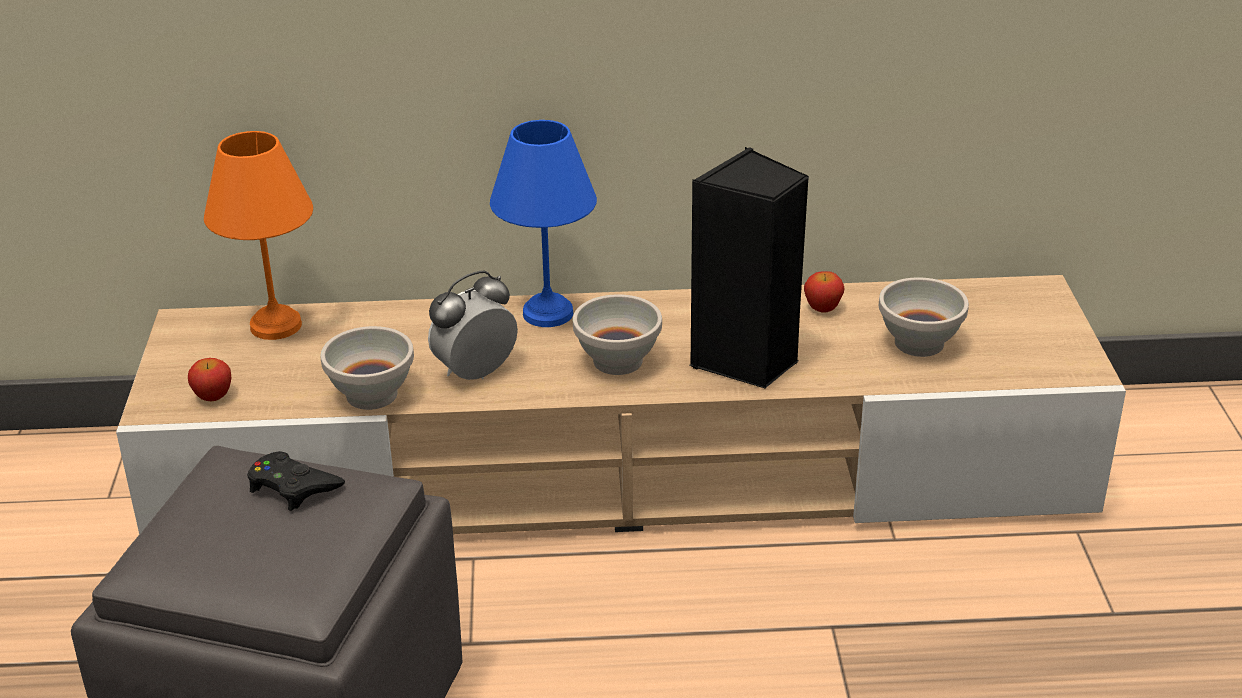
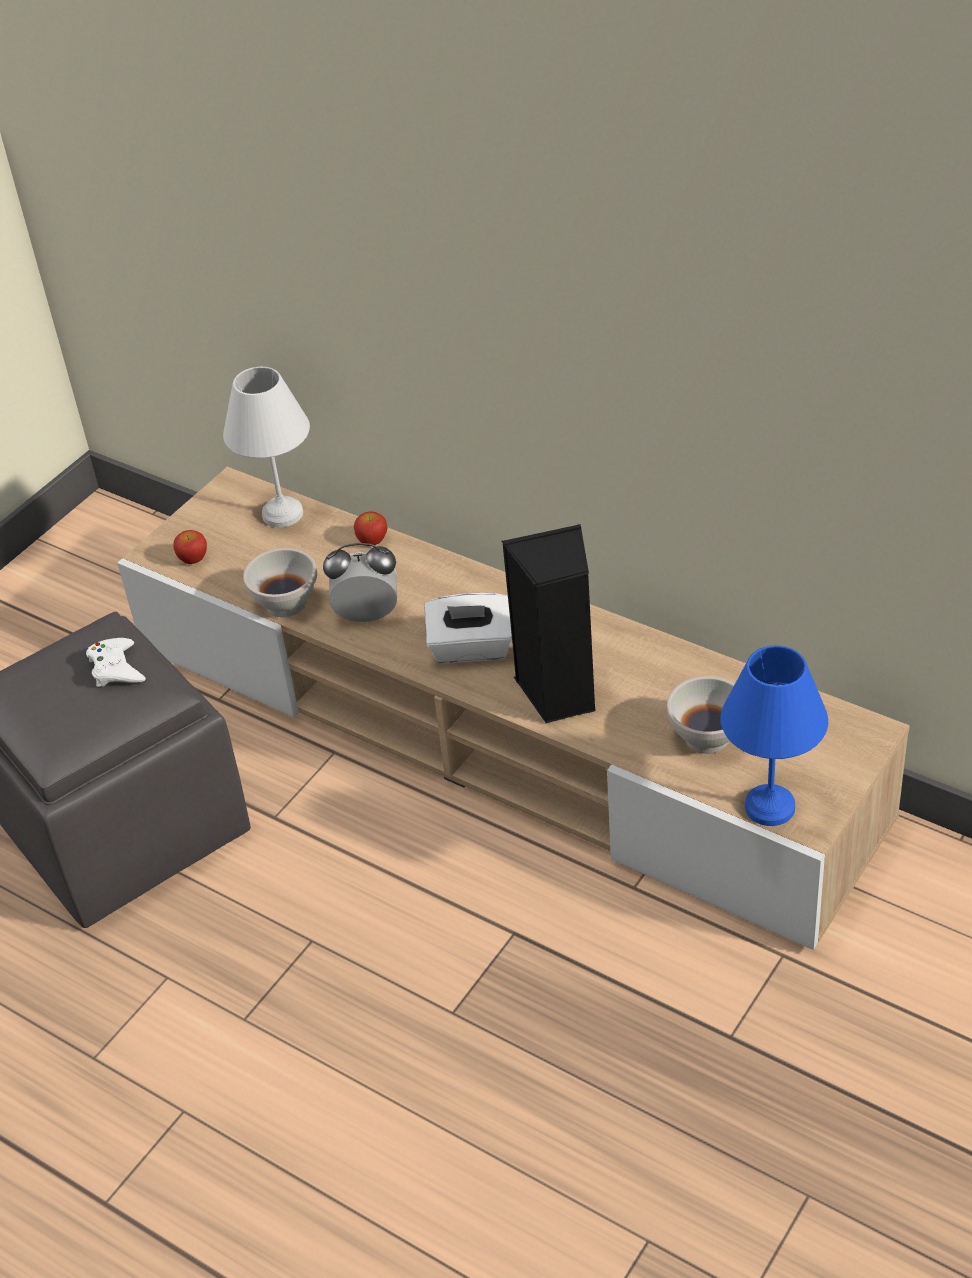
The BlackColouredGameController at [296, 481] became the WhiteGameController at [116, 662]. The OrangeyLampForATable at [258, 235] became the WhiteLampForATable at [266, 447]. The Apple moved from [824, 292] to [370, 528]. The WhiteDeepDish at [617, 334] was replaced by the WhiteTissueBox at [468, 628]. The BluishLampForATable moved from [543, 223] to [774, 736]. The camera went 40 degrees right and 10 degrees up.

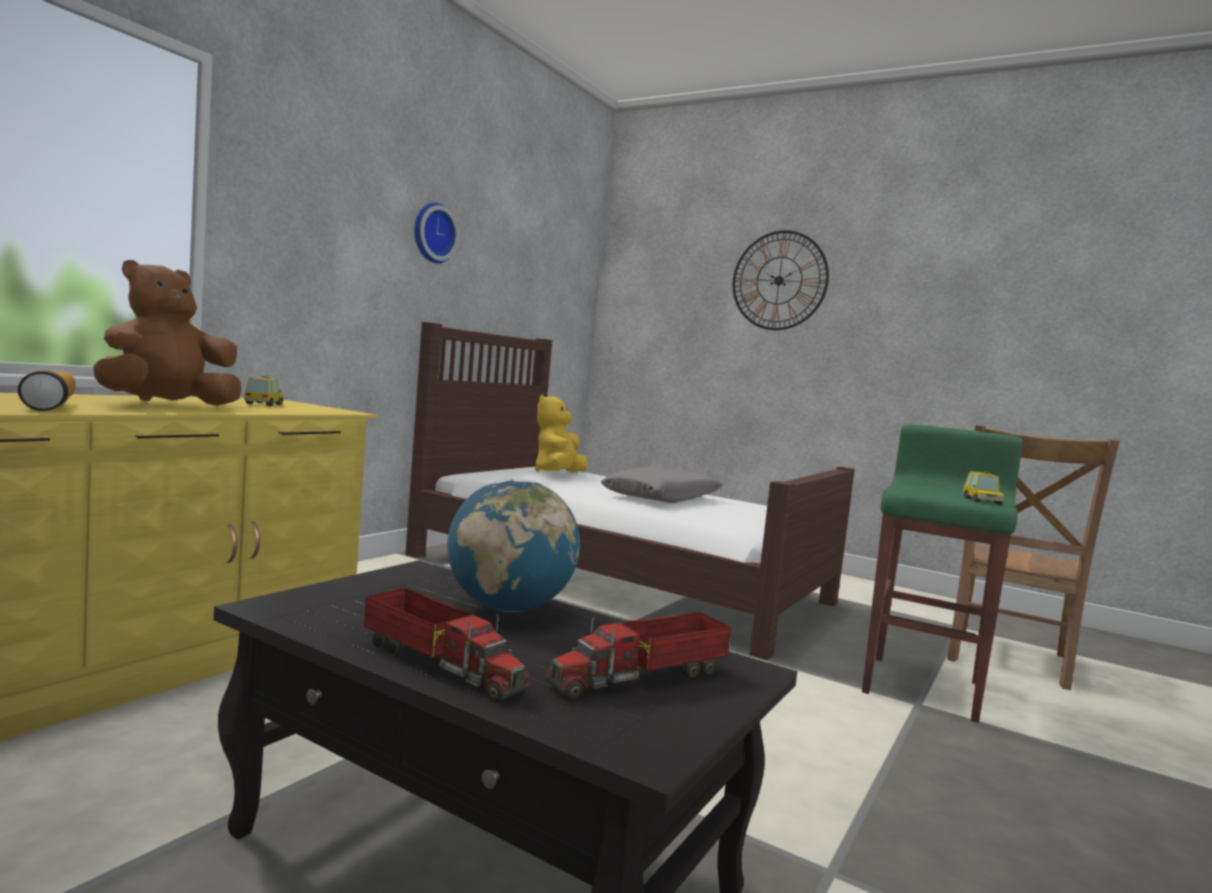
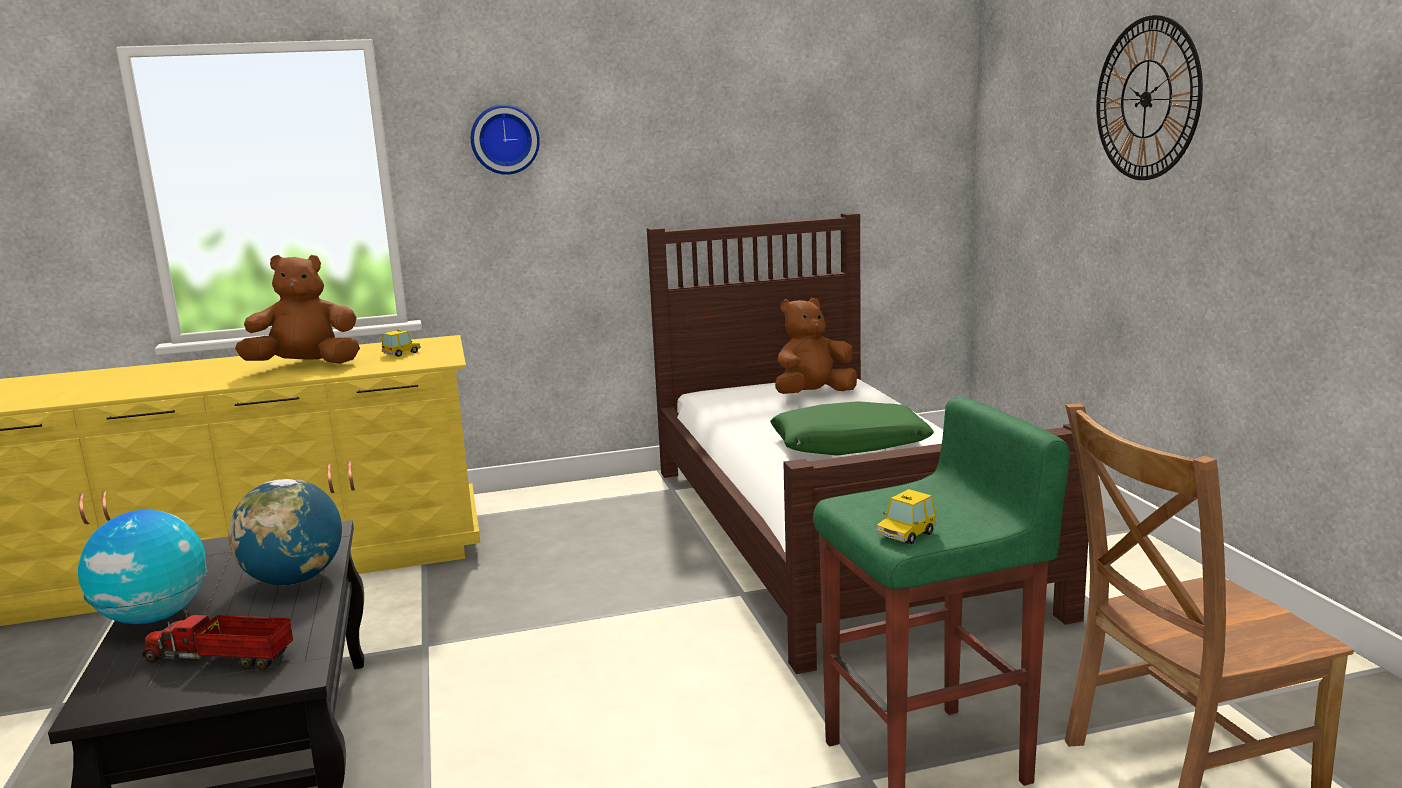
The ToyLorry at [447, 645] was replaced by the DeskGlobe at [142, 567]. The HangingClock moved from [436, 232] to [505, 140]. The GreyishCushion at [662, 485] became the GreenCushion at [852, 428]. The YellowSoftToy at [561, 433] became the BrownColouredSoftToy at [816, 346]. The HandTorch at [46, 390] disappeared. The camera went 45 degrees right and 10 degrees up.

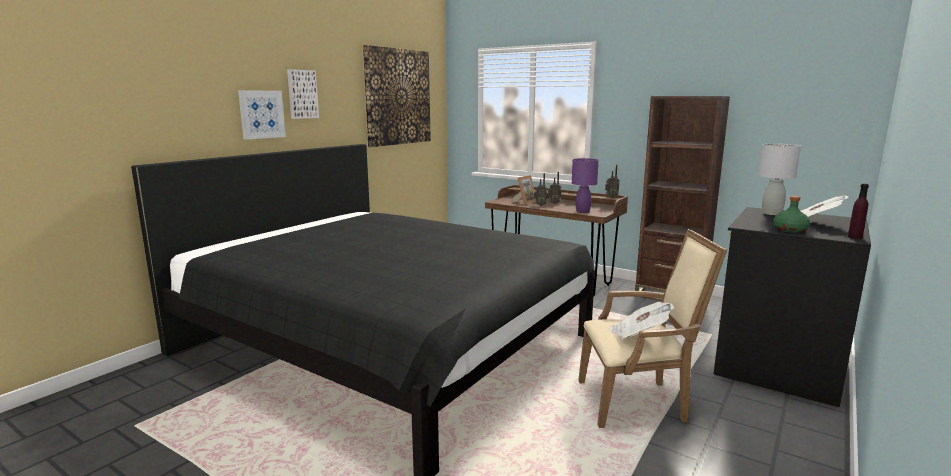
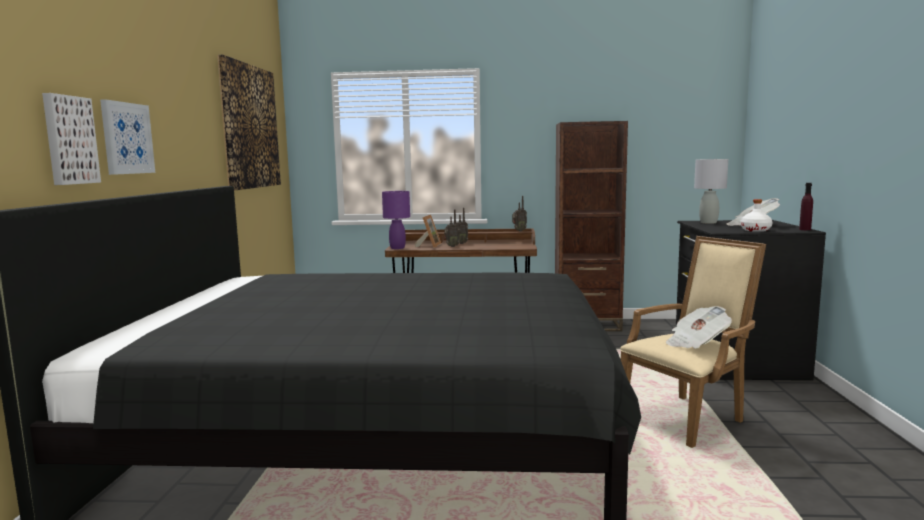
The WallPicture moved from [303, 94] to [71, 139]. The PurpleLampForATable moved from [585, 185] to [396, 220]. The GreenBeverageBottle at [791, 214] became the WhiteBeverageBottle at [756, 215]. The camera went 30 degrees left and 5 degrees down.

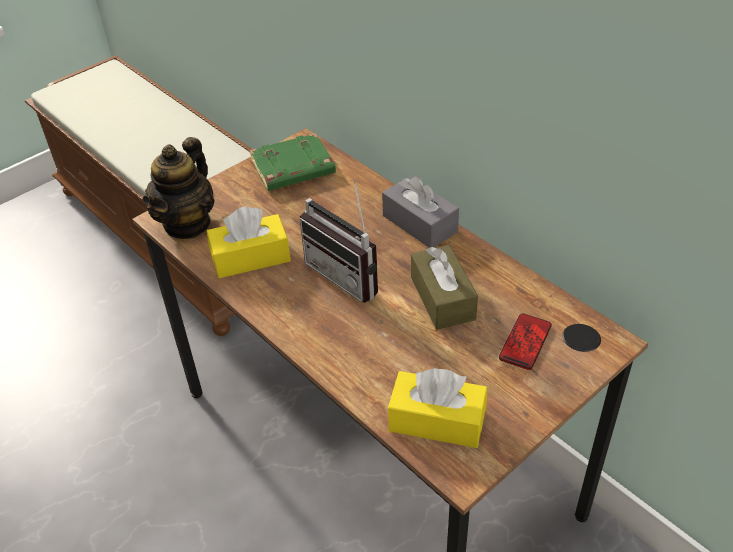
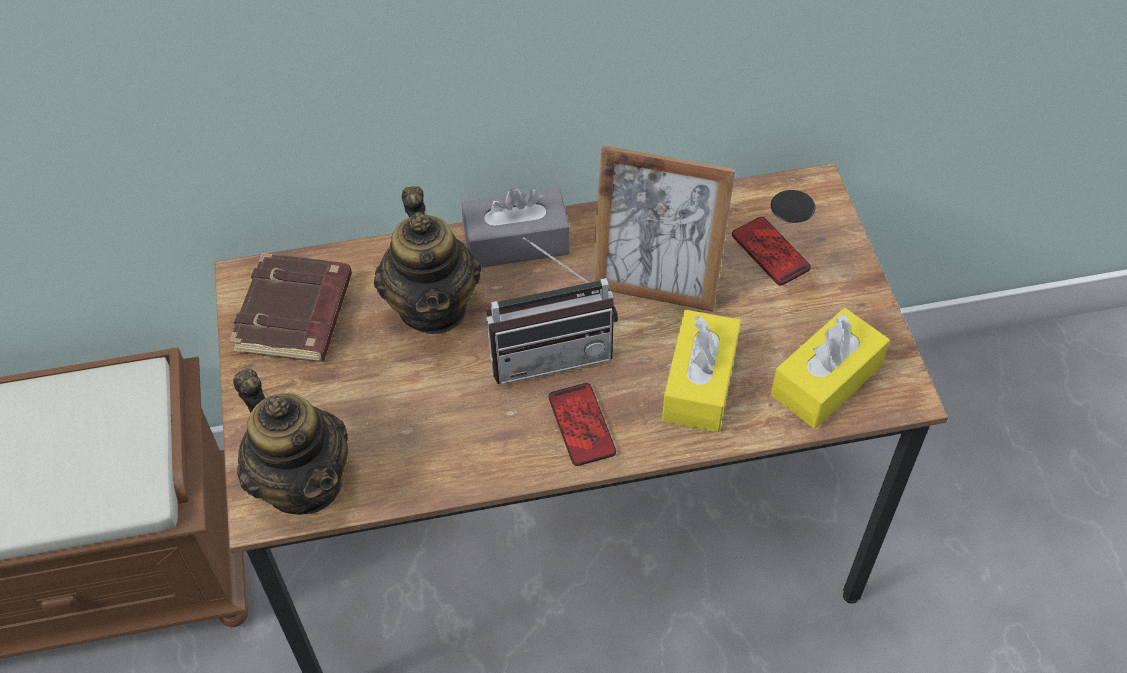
The GreenBook at [292, 162] became the BrownColouredBook at [290, 307]. The TeaPot at [427, 260] appeared. The Handset at [582, 424] appeared. The BrownColouredTissueBox at [444, 287] was replaced by the PhotoFrame at [664, 228]. The YellowTissueBox moved from [249, 242] to [701, 371]. The camera went 60 degrees left and 10 degrees up.

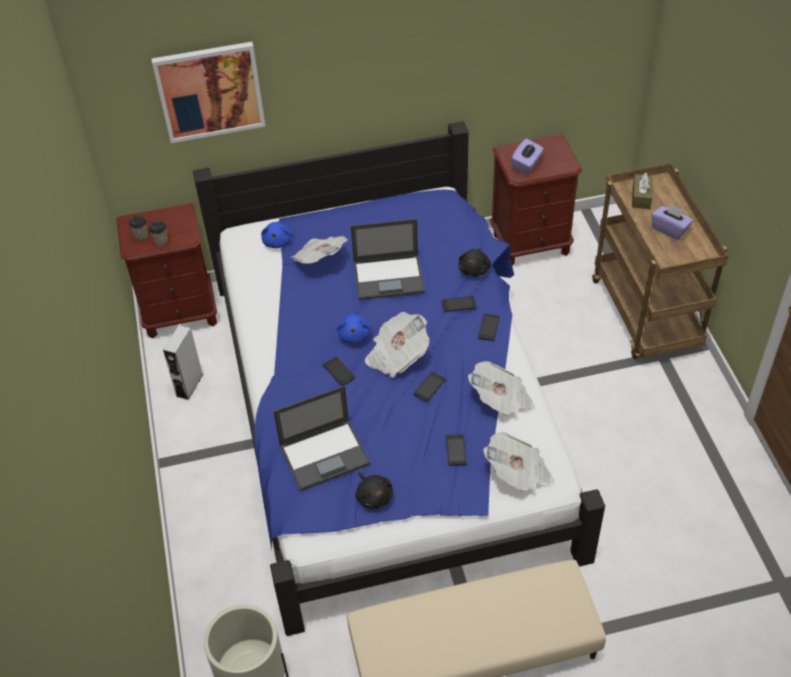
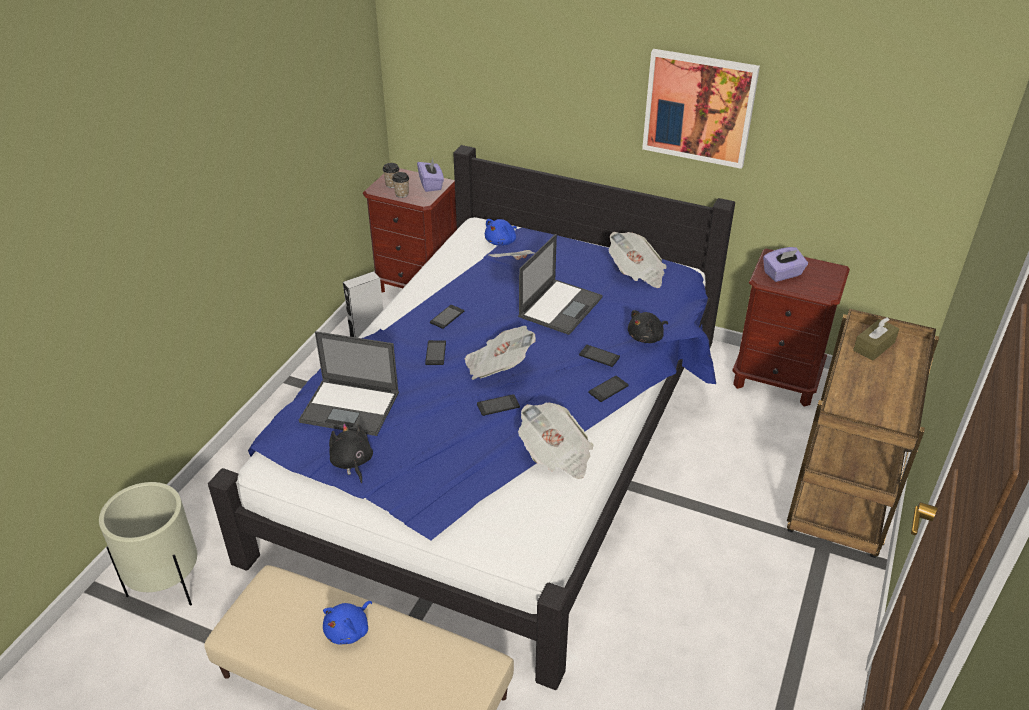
The BluishSoftToy moved from [354, 328] to [347, 623]. The BlackColouredSoftToy at [374, 490] turned 150 degrees clockwise. The PurpleTissueBox moved from [672, 221] to [430, 175]. The Handset moved from [456, 450] to [447, 317]. The PortableComputer at [388, 259] turned 90 degrees counterclockwise. The Newspaper moved from [518, 461] to [637, 260]. The WallPicture moved from [208, 92] to [701, 109]. The camera went 35 degrees right and 10 degrees down.

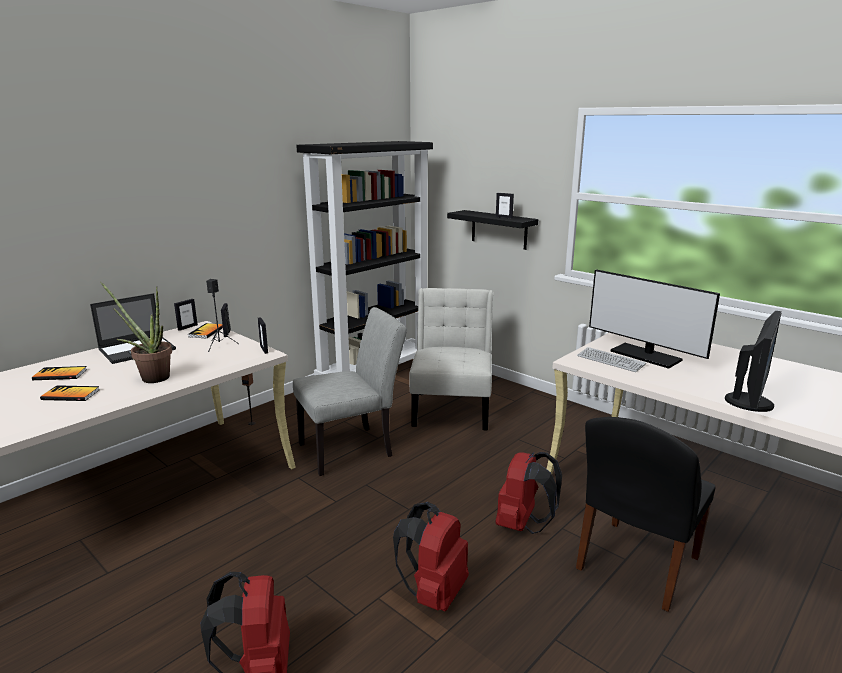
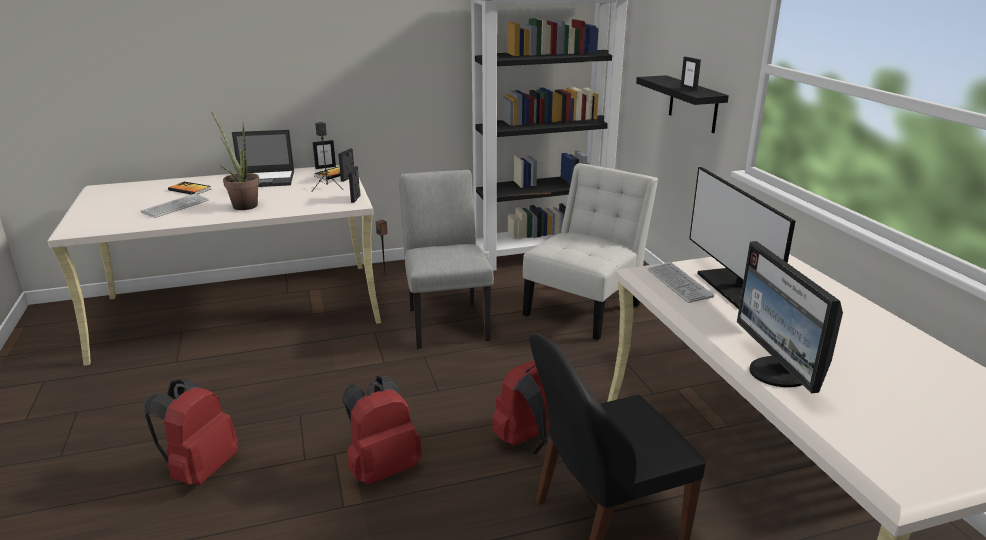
The Book at [69, 393] was replaced by the Keyboard at [175, 206]. The GreyishUprightChair at [350, 391] turned 105 degrees counterclockwise. The ComputerScreen at [753, 361] turned 105 degrees clockwise. The camera went 30 degrees right and 5 degrees up.

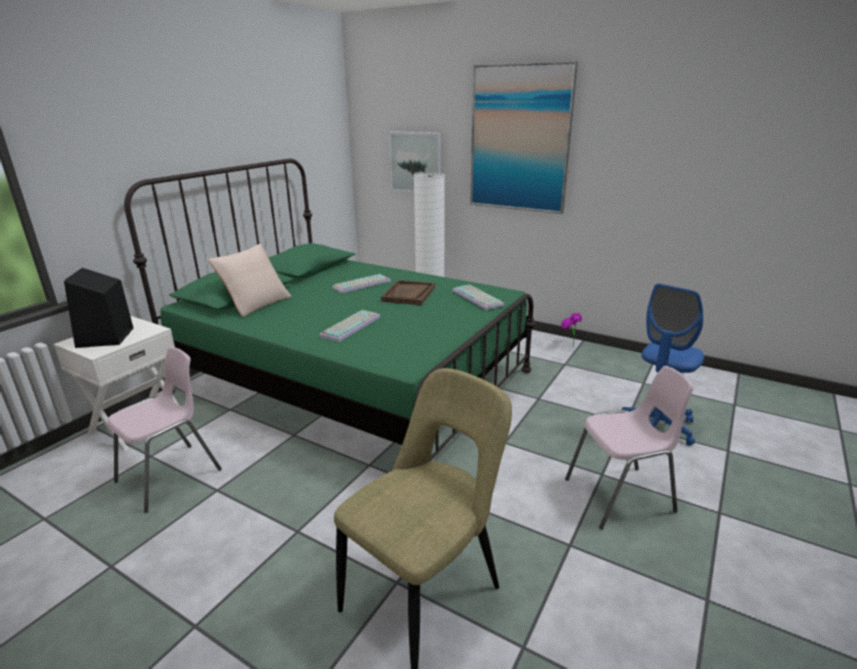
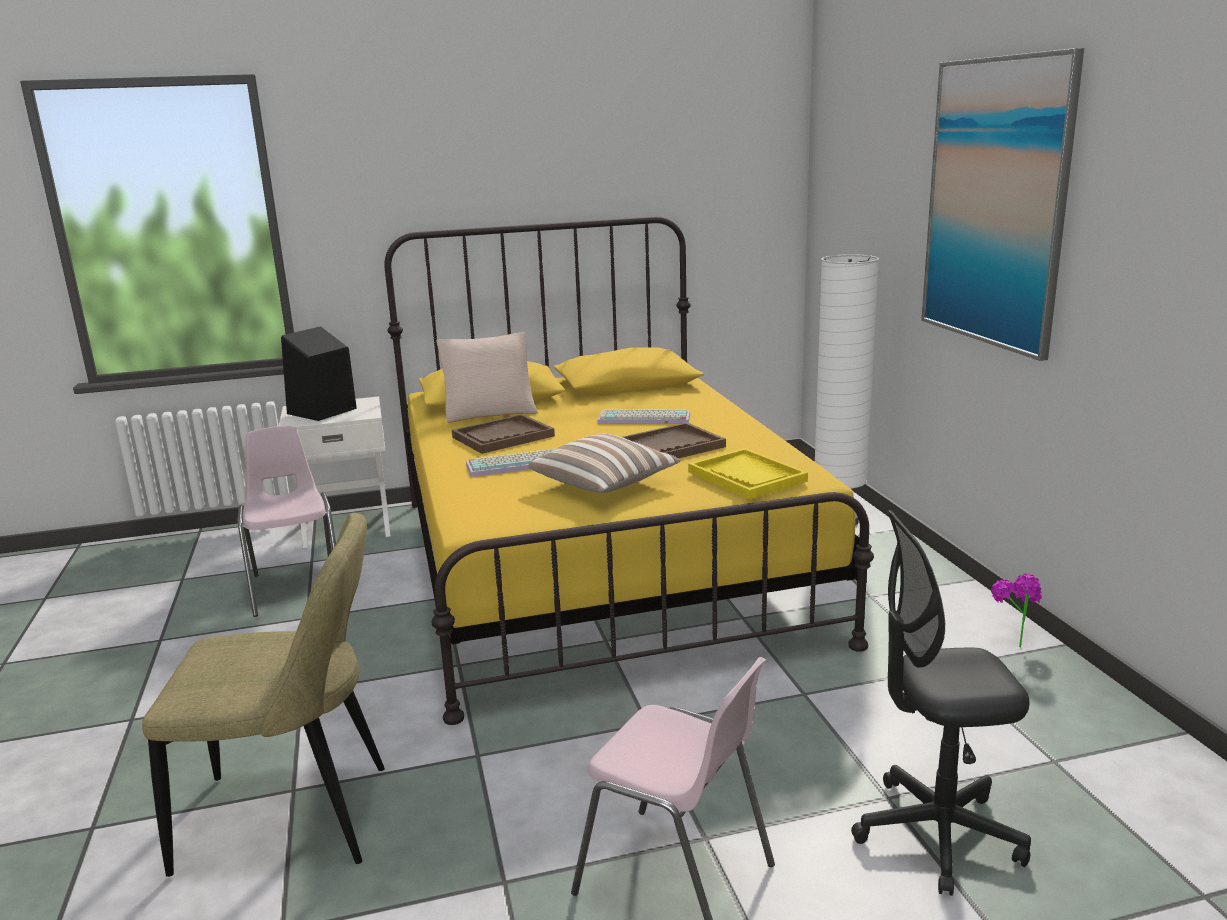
The PinkishUprightChair at [165, 430] turned 105 degrees counterclockwise. The GreenBed at [329, 310] became the YellowBed at [629, 471]. The BrownColouredCarryingTray at [503, 434] appeared. The Cushion at [604, 463] appeared. The Keyboard at [478, 297] was replaced by the YellowCarryingTray at [748, 473]. The BluishComputerChair at [663, 364] became the BlackColouredComputerChair at [941, 703]. The WallPicture at [414, 162] disappeared. The camera went 45 degrees right and 5 degrees down.

